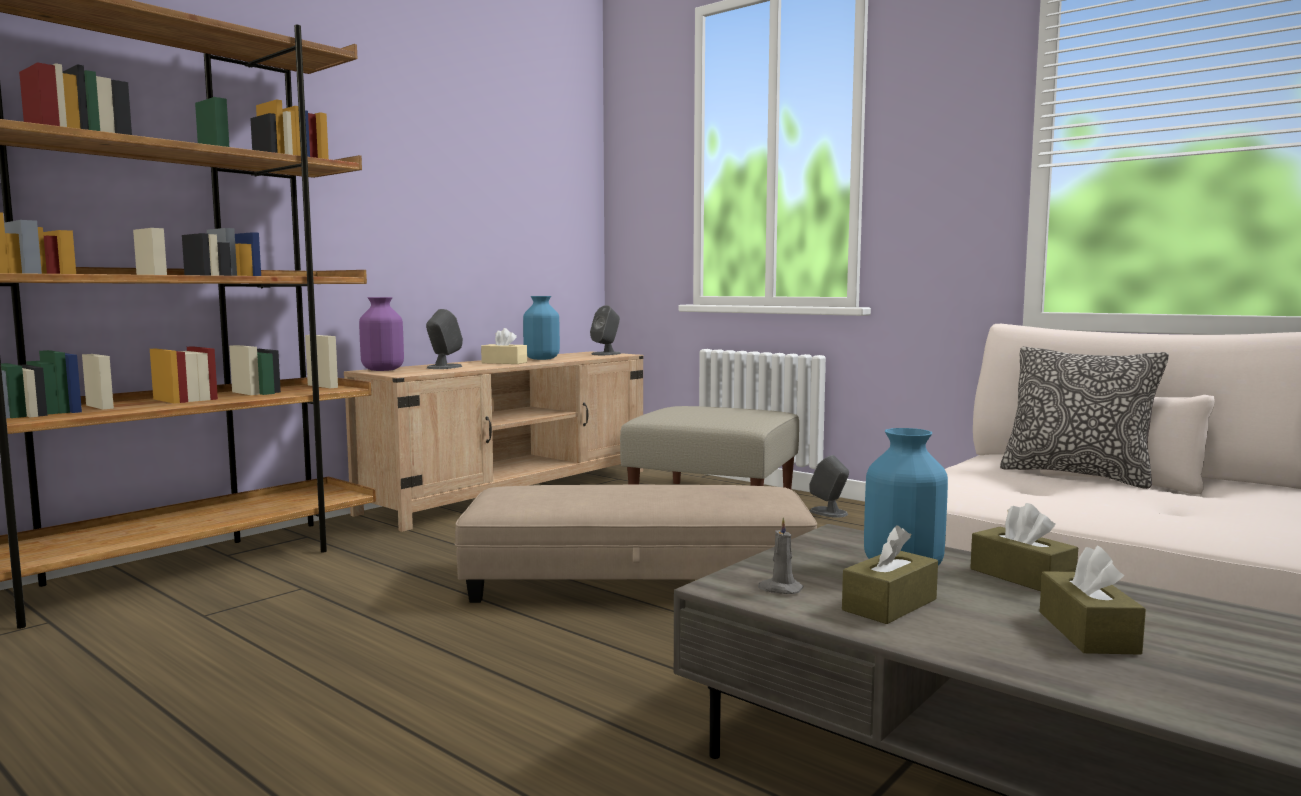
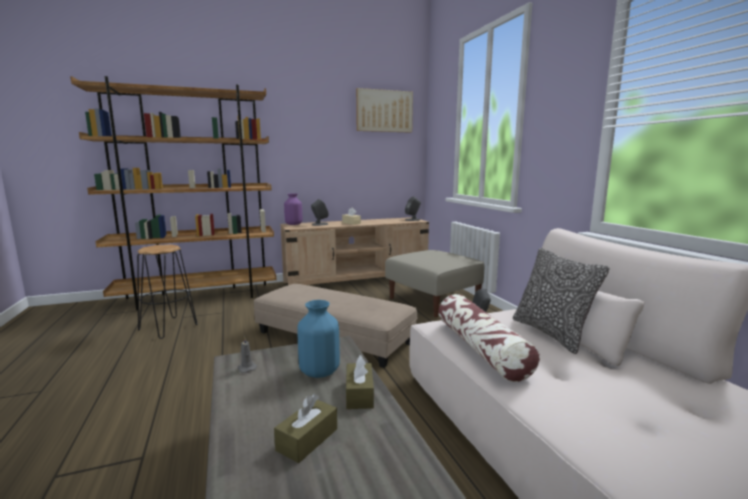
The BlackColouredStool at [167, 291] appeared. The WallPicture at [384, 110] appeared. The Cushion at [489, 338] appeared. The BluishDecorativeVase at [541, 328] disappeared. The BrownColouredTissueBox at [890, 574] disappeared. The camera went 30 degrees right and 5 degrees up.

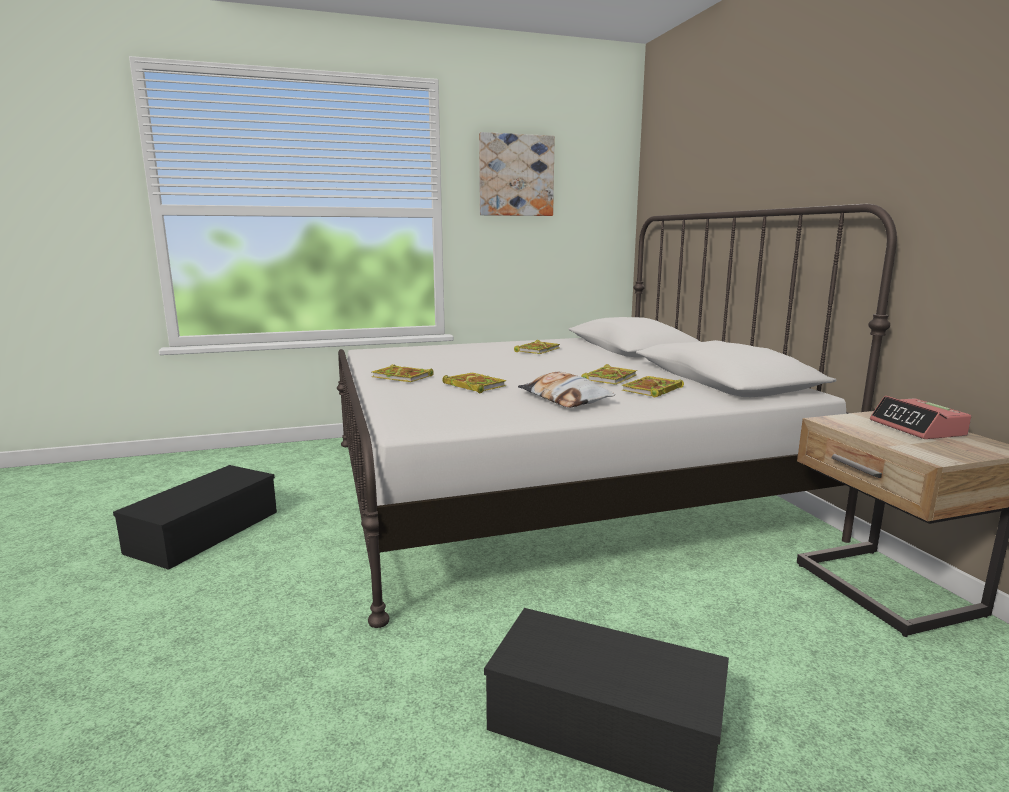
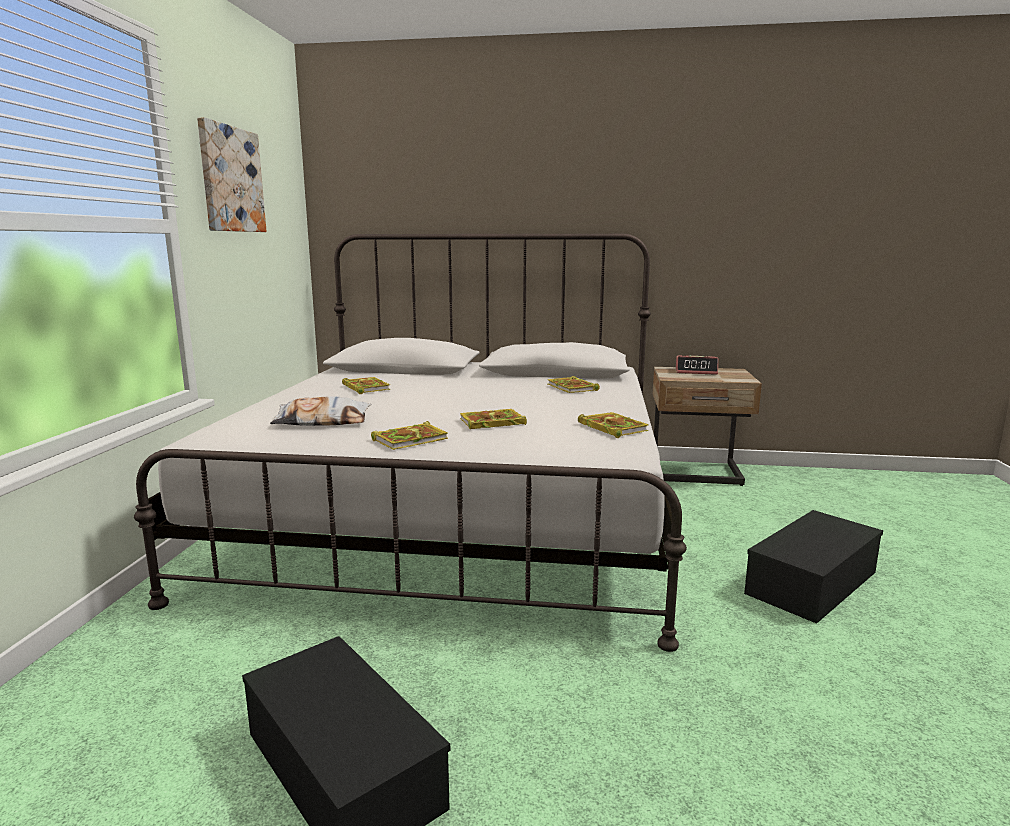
The Cushion moved from [567, 390] to [320, 411]. The Book moved from [609, 374] to [613, 425]. The camera went 65 degrees left and 0 degrees up.

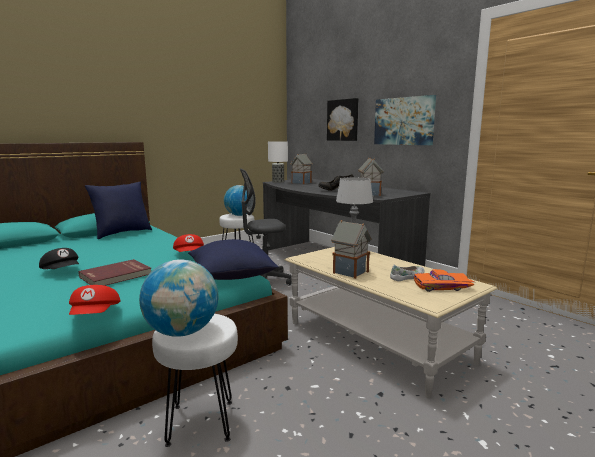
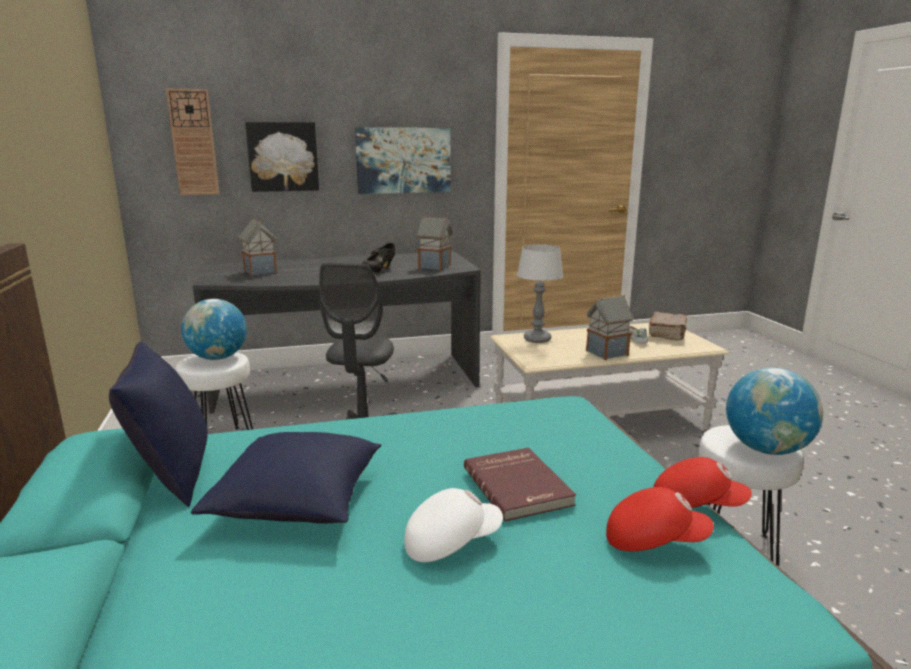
The HangingClock at [192, 142] appeared. The BluishCushion moved from [233, 259] to [286, 477]. The BlackColouredCap at [59, 258] became the WhiteCap at [454, 525]. The RedCap moved from [188, 243] to [660, 519]. The OrangeyToyCar at [444, 280] was replaced by the BrownColouredBook at [668, 326]. The LampForATable at [278, 162] disappeared. The camera went 65 degrees left and 5 degrees up.

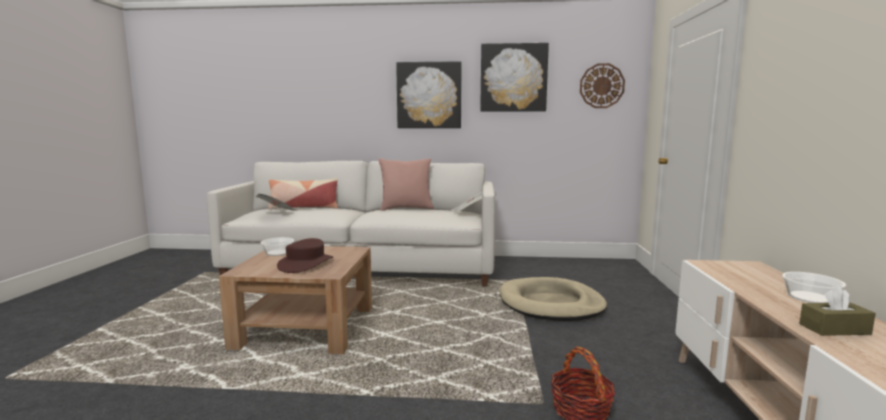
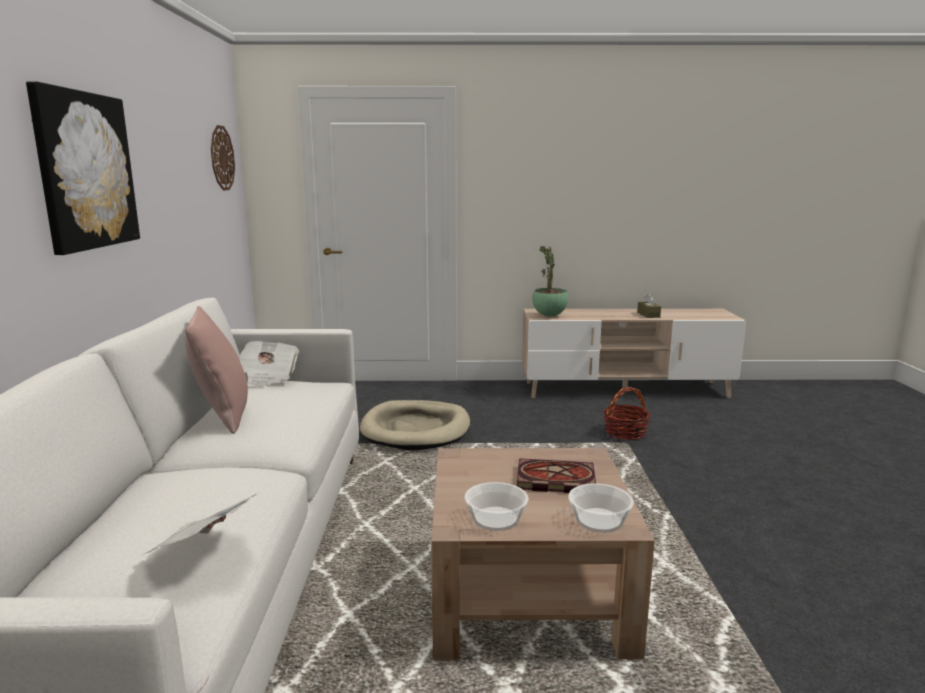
The BrownColouredClothingHat at [305, 255] was replaced by the Book at [556, 475]. The PlantInAPot at [550, 281] appeared. The DeepDish moved from [814, 287] to [601, 508]. The Cushion at [303, 194] disappeared. The WallPicture at [514, 77] disappeared. The camera went 95 degrees left and 5 degrees up.

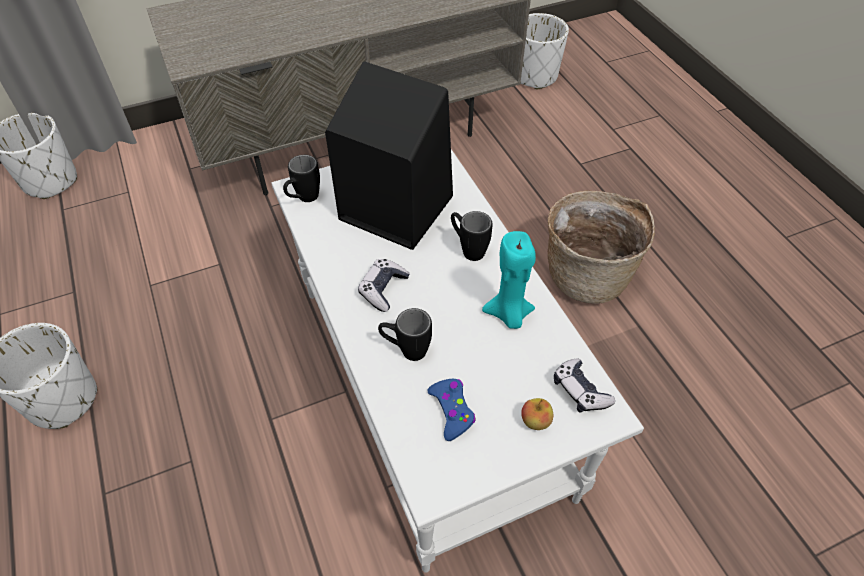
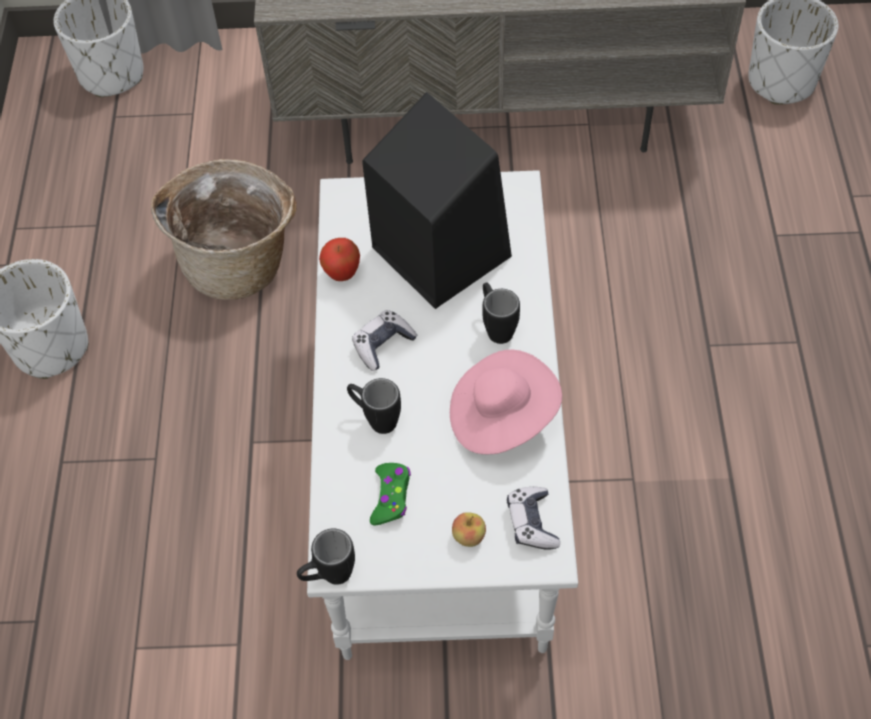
The Basket moved from [601, 247] to [224, 229]. The BlackColouredTeaMug moved from [301, 178] to [326, 557]. The Apple at [339, 259] appeared. The BluishGameController at [451, 410] became the GreenGameController at [390, 494]. The TurquoiseCandle at [509, 280] was replaced by the PinkishClothingHat at [506, 401]. The camera went 25 degrees right and 5 degrees up.

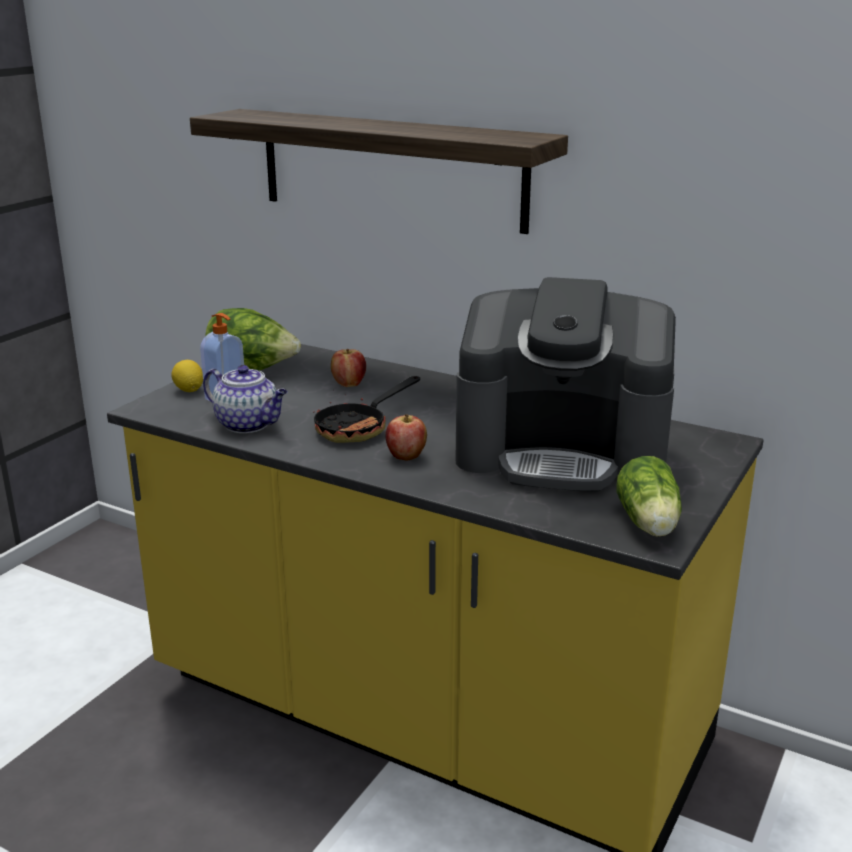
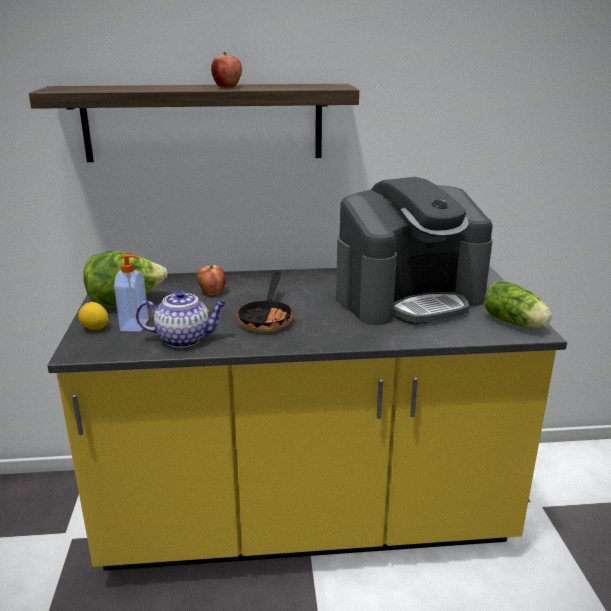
The Apple moved from [406, 437] to [226, 70]. The camera went 35 degrees left and 0 degrees up.

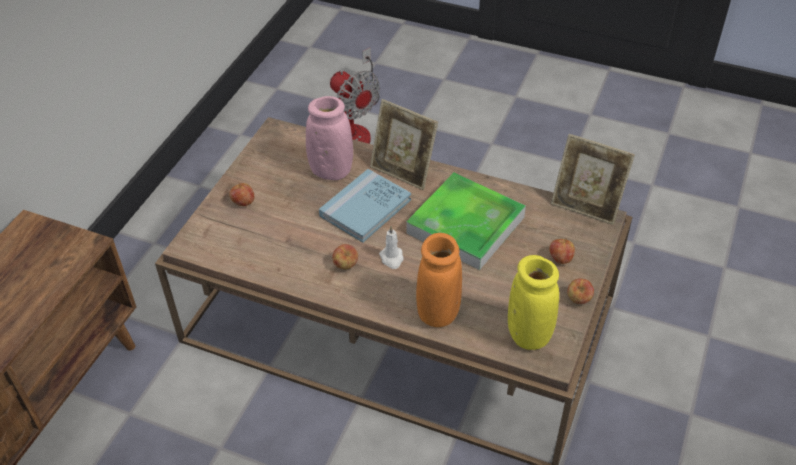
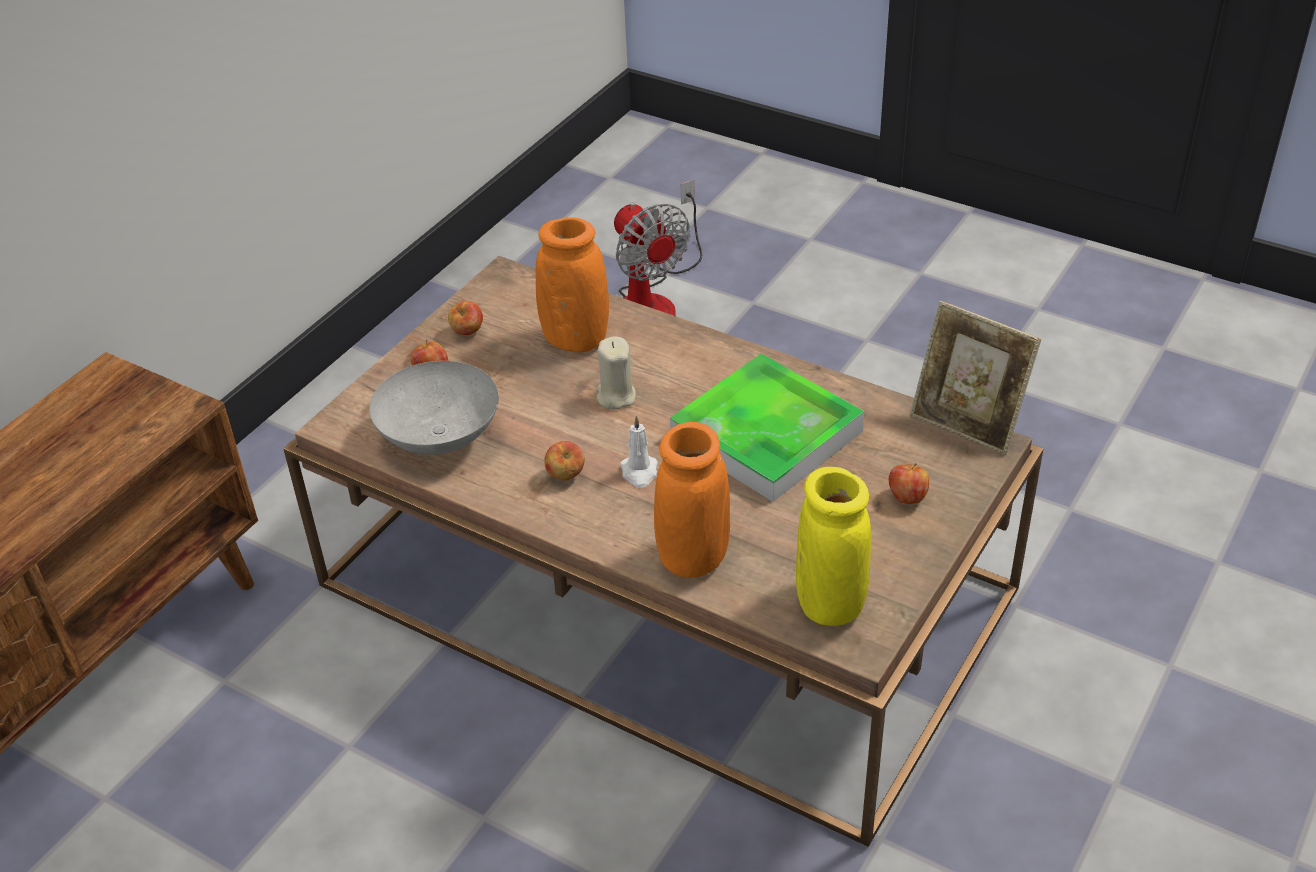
The GreyishDeepDish at [434, 408] appeared. The Apple moved from [580, 291] to [465, 318]. The PinkishDecorativeVase at [329, 138] became the OrangeyDecorativeVase at [572, 284]. The BluishBook at [365, 206] was replaced by the BeigeCandle at [616, 373]. The PhotoFrame at [404, 144] disappeared. The camera went 10 degrees right and 5 degrees down.

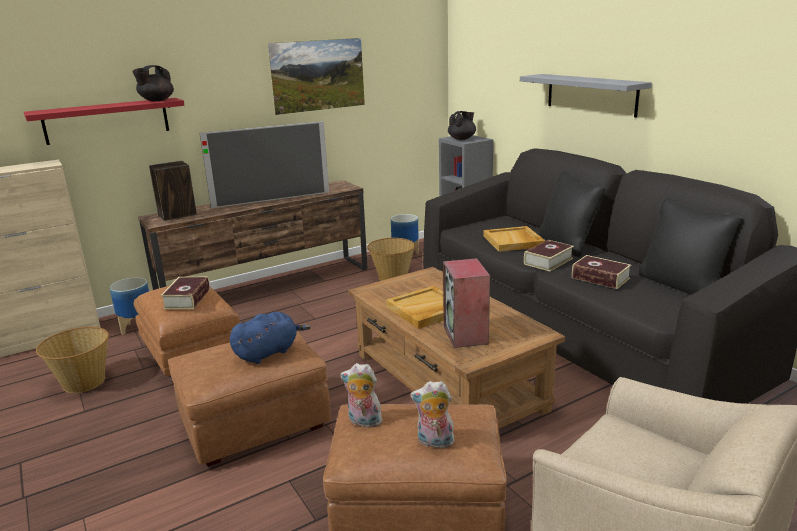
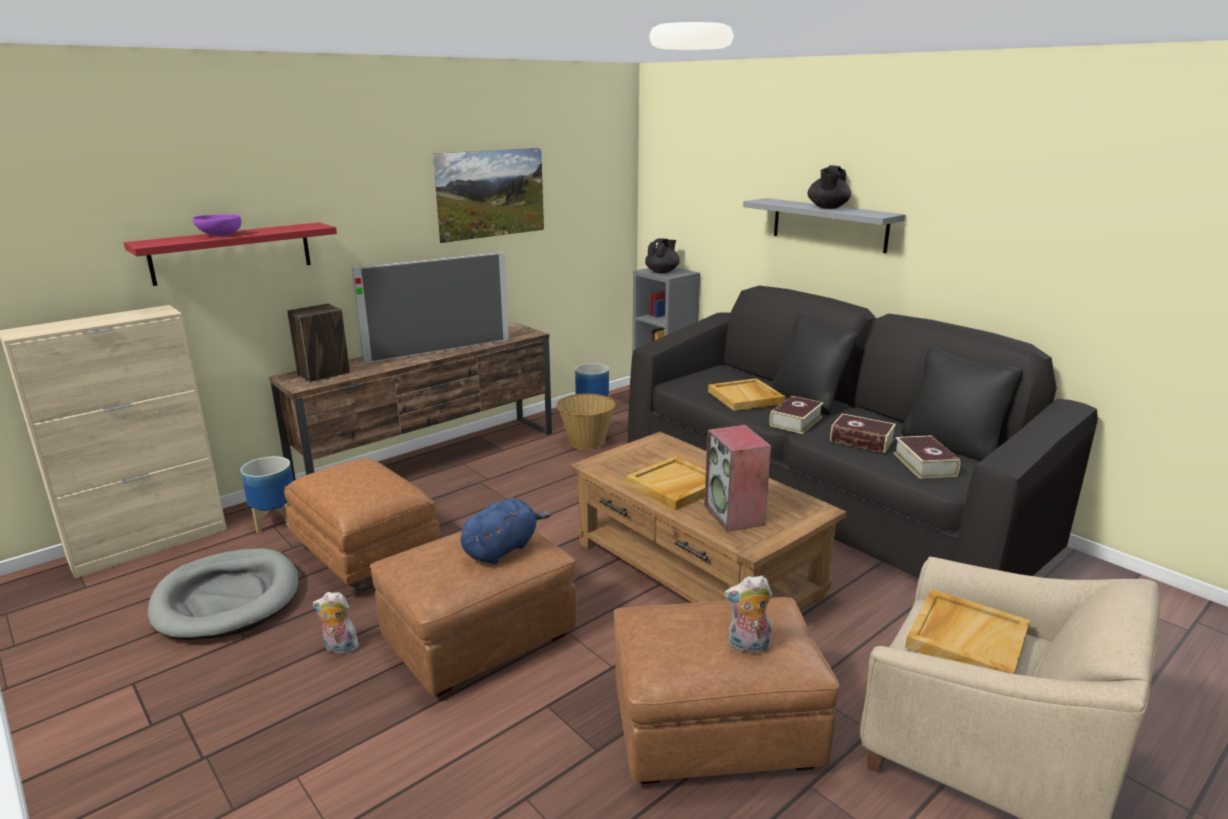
The Basket at [72, 360] was replaced by the GreyishPetBed at [223, 594]. The PurpleDeepDish at [216, 225] appeared. The SoftToy moved from [361, 395] to [336, 623]. The BlackColouredTeaPot moved from [153, 83] to [829, 187]. The Book moved from [185, 293] to [927, 457]. The BeigeCarryingTray at [967, 631] appeared. The camera went 10 degrees left and 0 degrees up.

